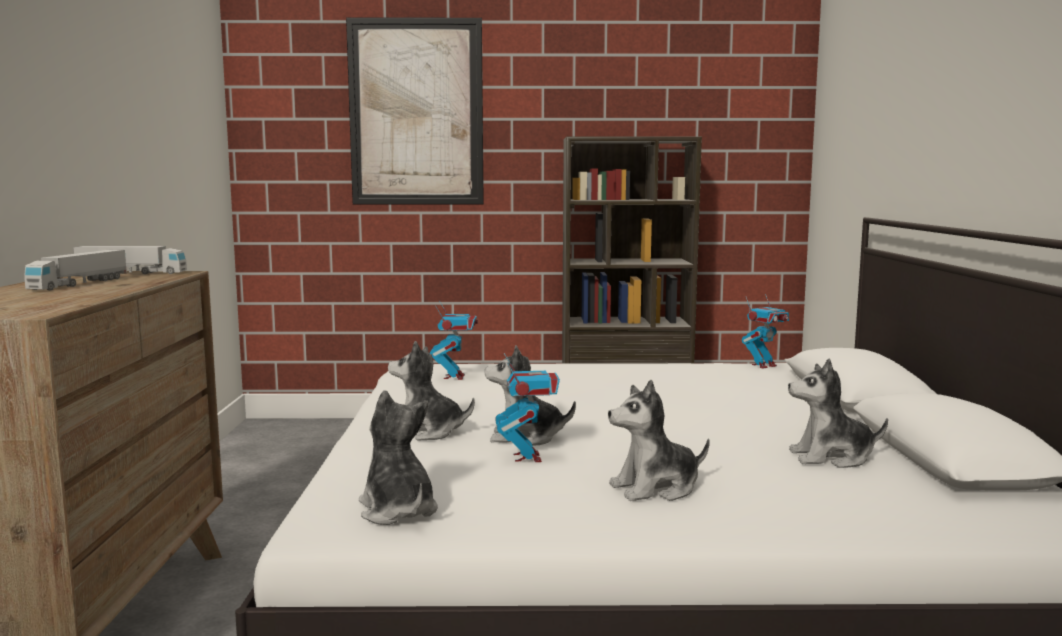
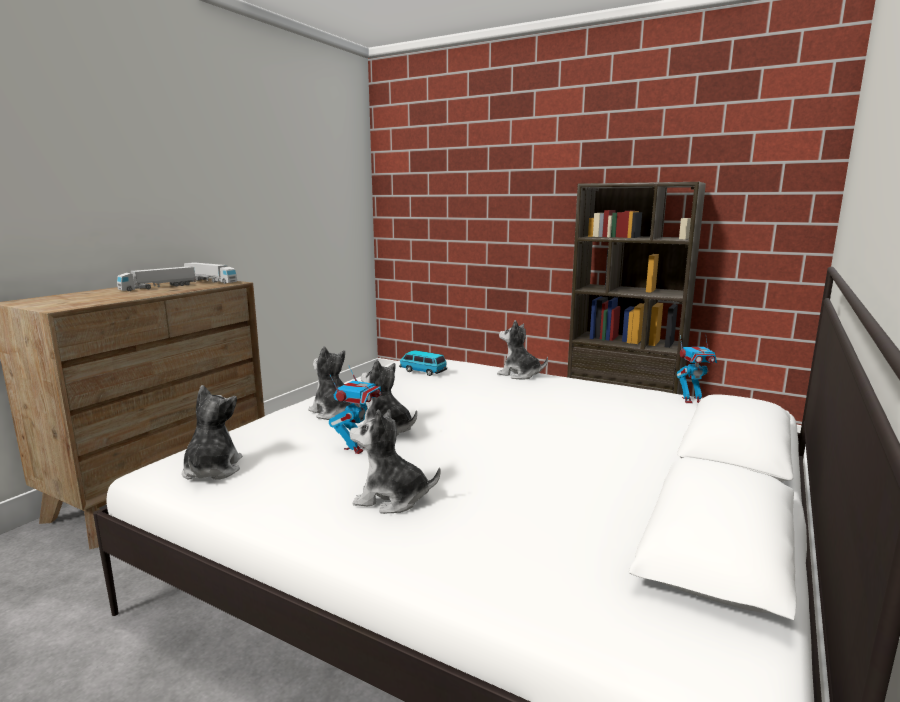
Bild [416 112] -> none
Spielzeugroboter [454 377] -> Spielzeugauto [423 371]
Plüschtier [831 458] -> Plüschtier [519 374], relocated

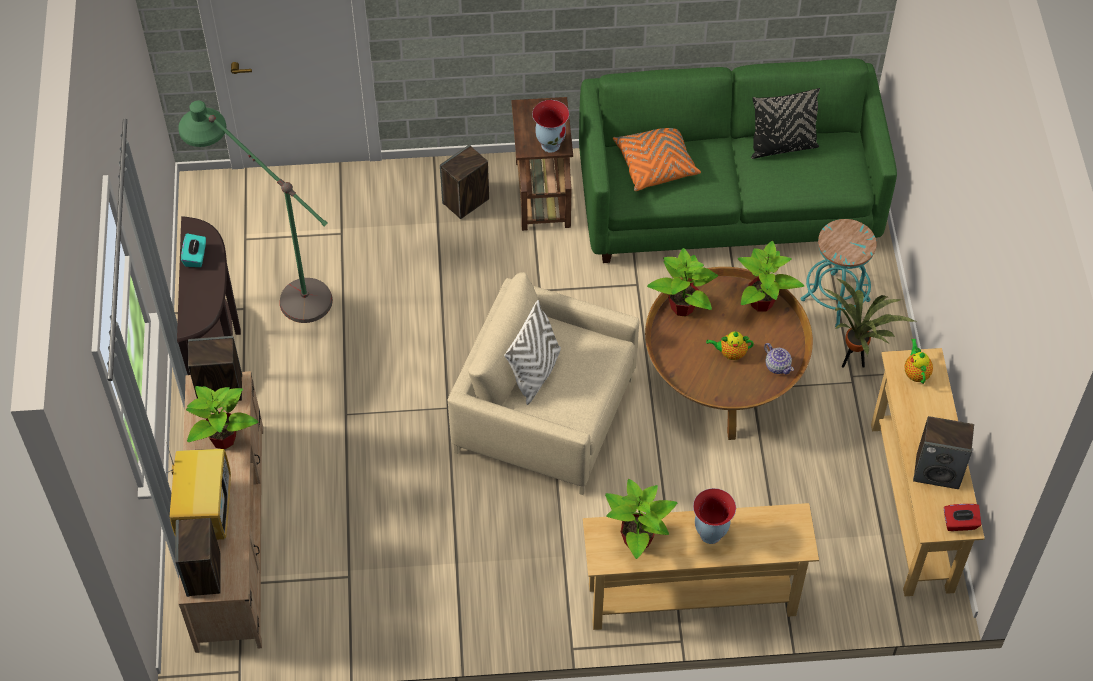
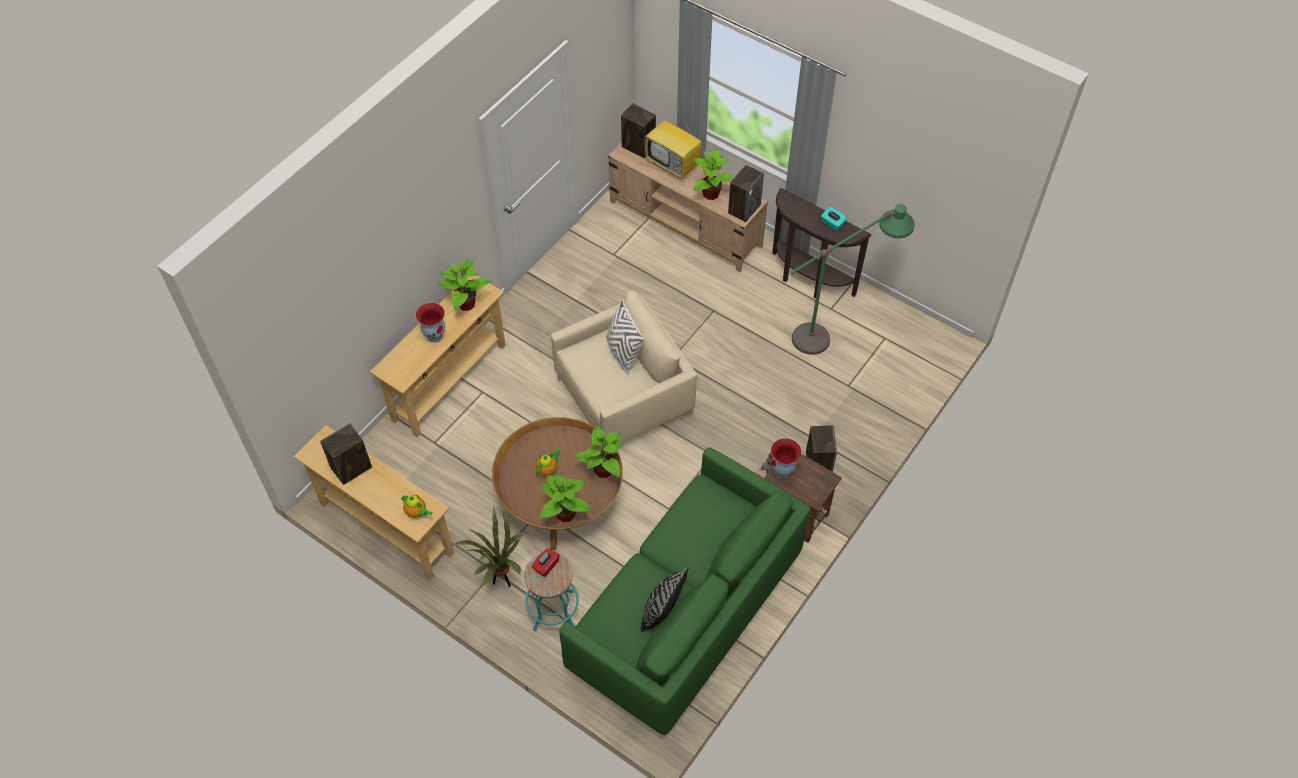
Kissen [orange] [655 164] -> none
Teekanne [777 365] -> none
Taschentuchbox [rot] [960 523] -> Taschentuchbox [rot] [546 566], relocated

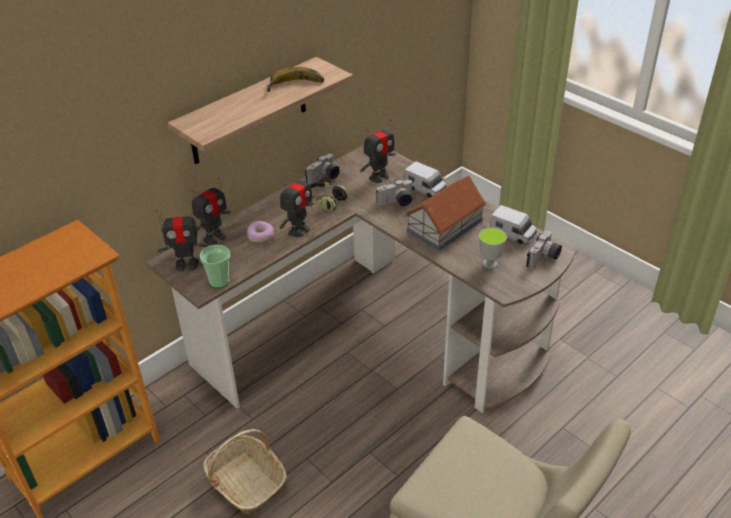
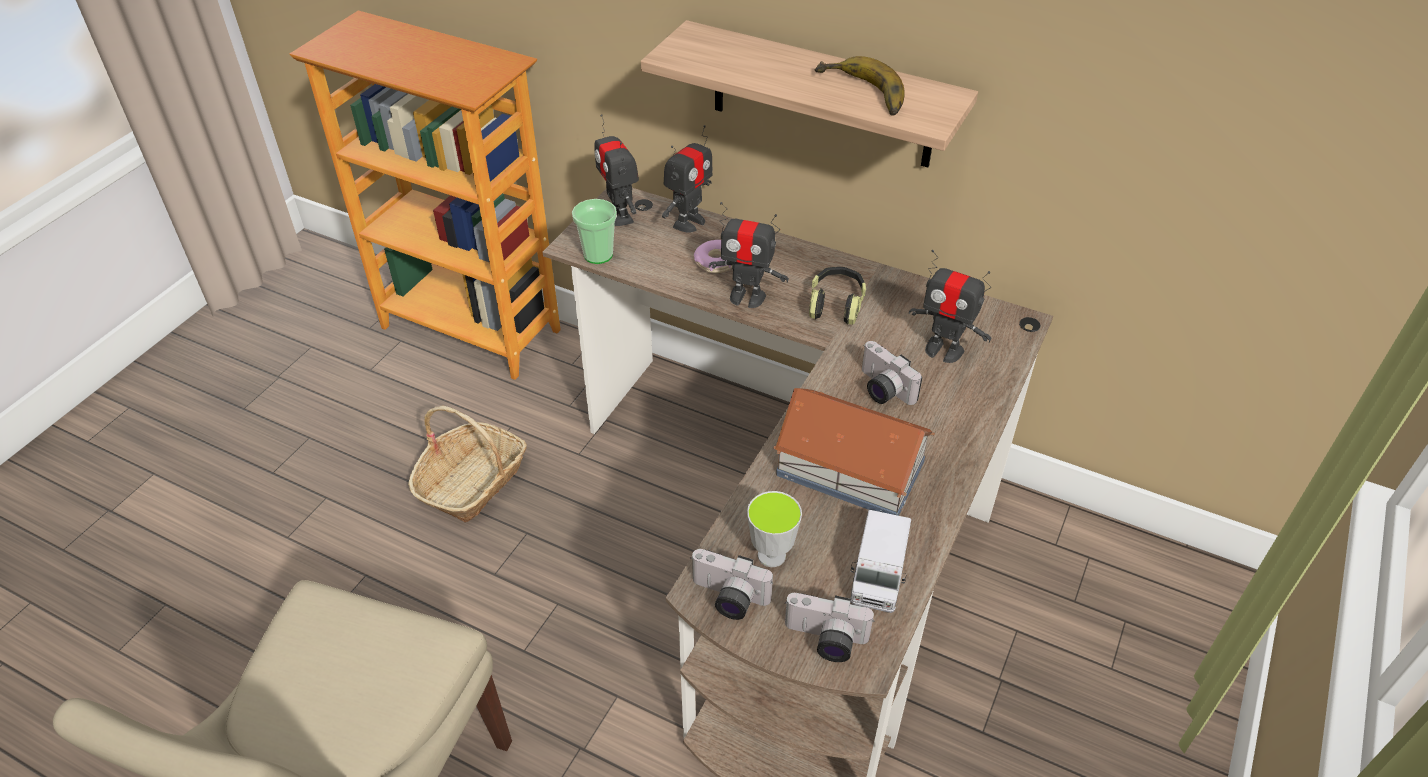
Kamera [324 178] -> Kamera [727 599], relocated
Spielzeuglaster [425 189] -> none
Spielzeugroboter [214 238] -> Spielzeugroboter [689 222], 75 degrees counterclockwise

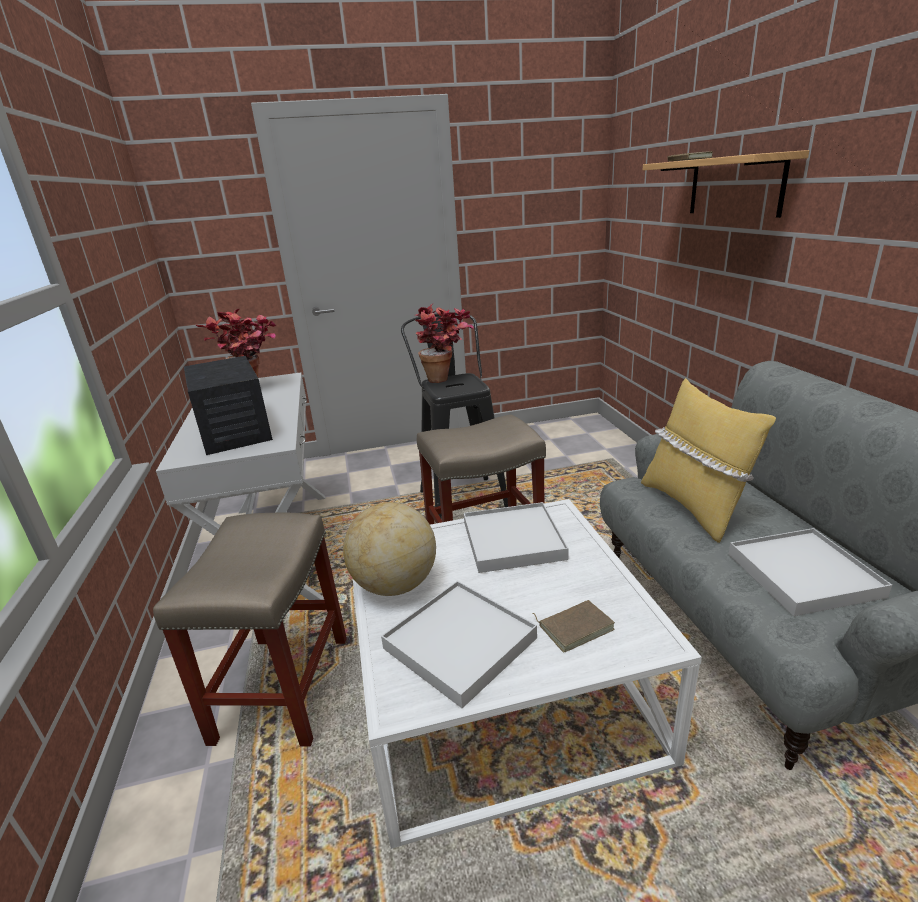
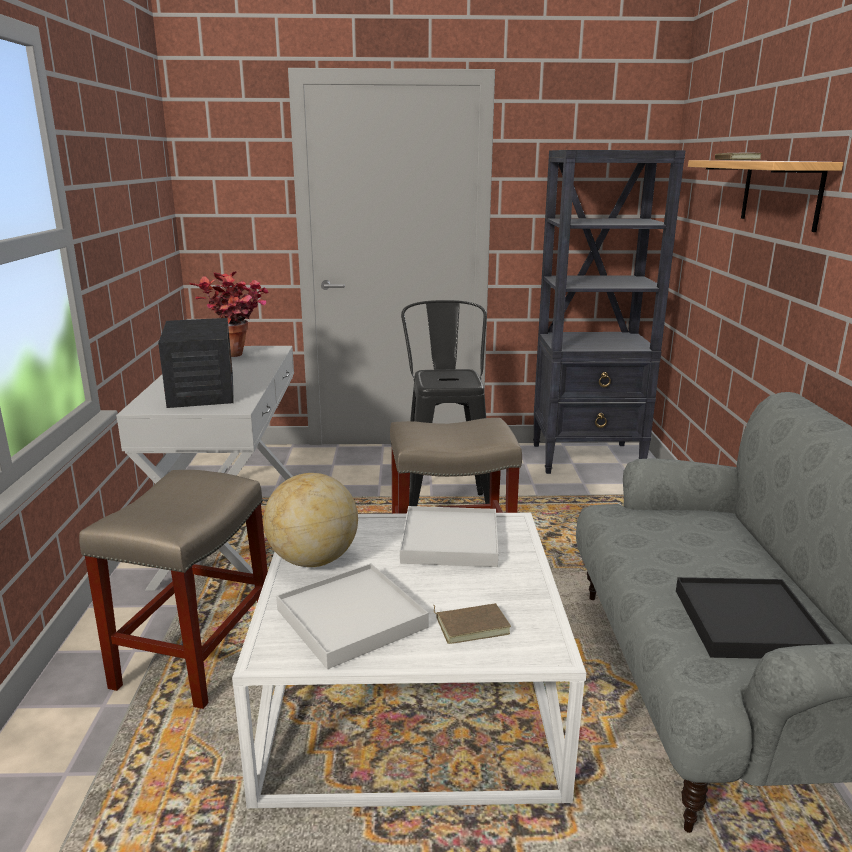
Topfpflanze [446 380] -> none
Kissen [gelb] [693 506] -> none
Tablett [weiß] [802 574] -> Tablett [schwarz] [746 623]
none -> Bücherregal [schwarz] [587 458]

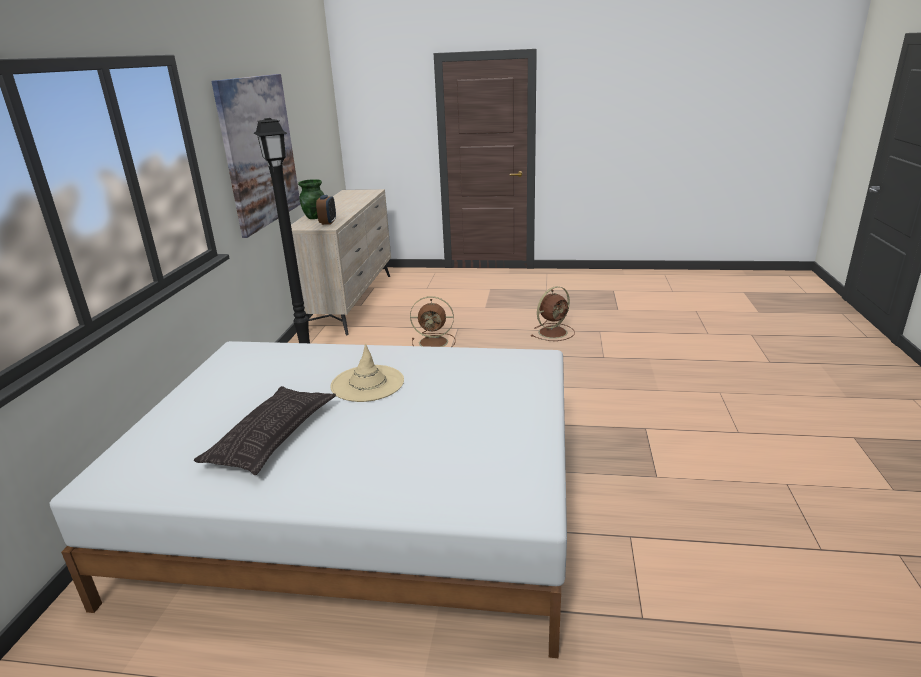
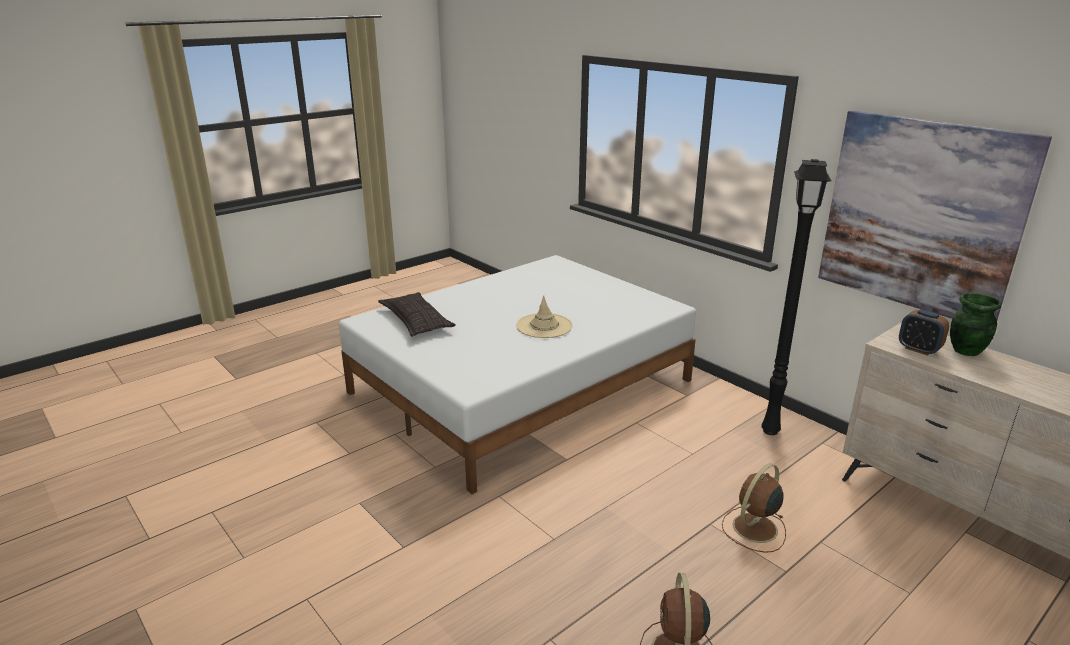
Kissen [272 436] -> Kissen [416 320], relocated

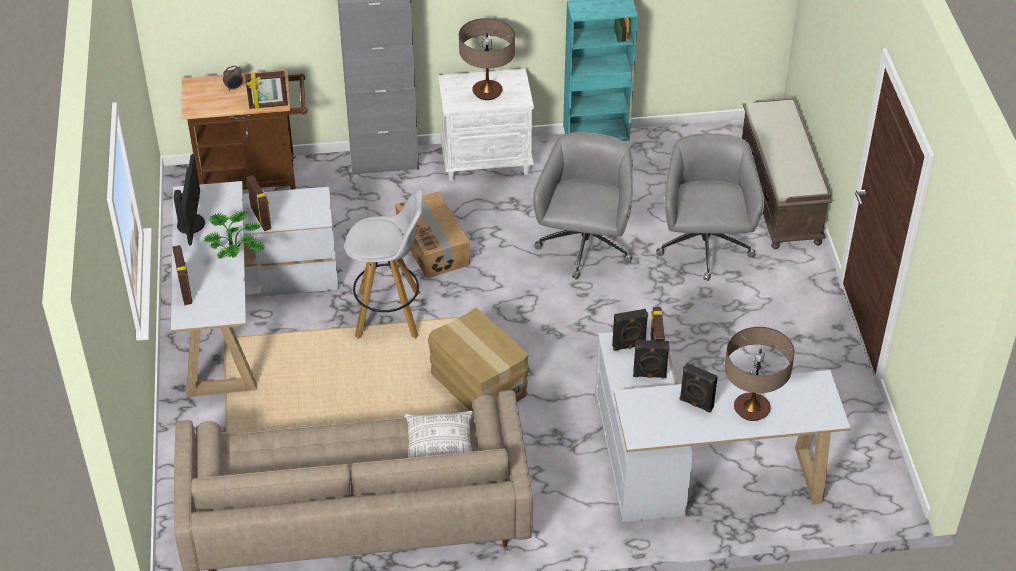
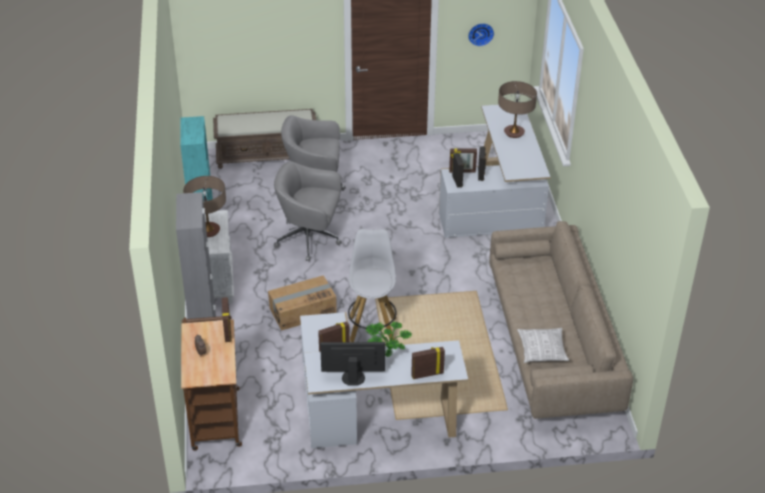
Karton [477 384] -> none
Lautsprecher [schwarz] [696 404] -> none
Kissen [439 445] -> Kissen [542 351], relocated
none -> Wanduhr [480 33]

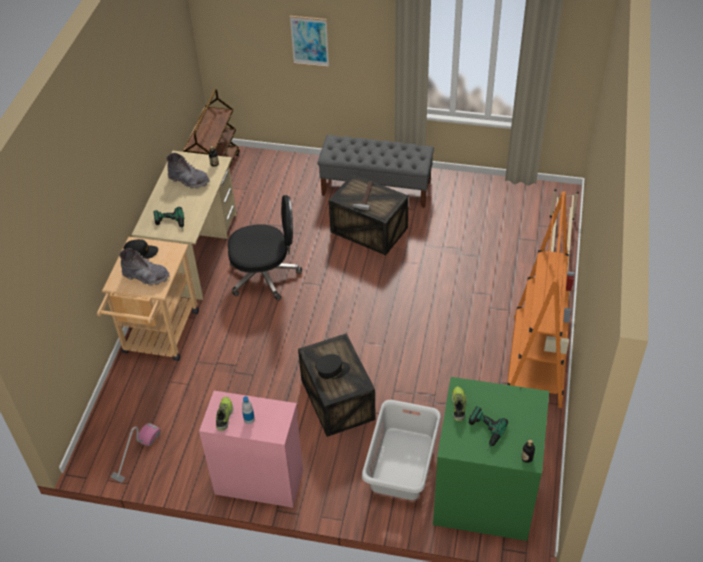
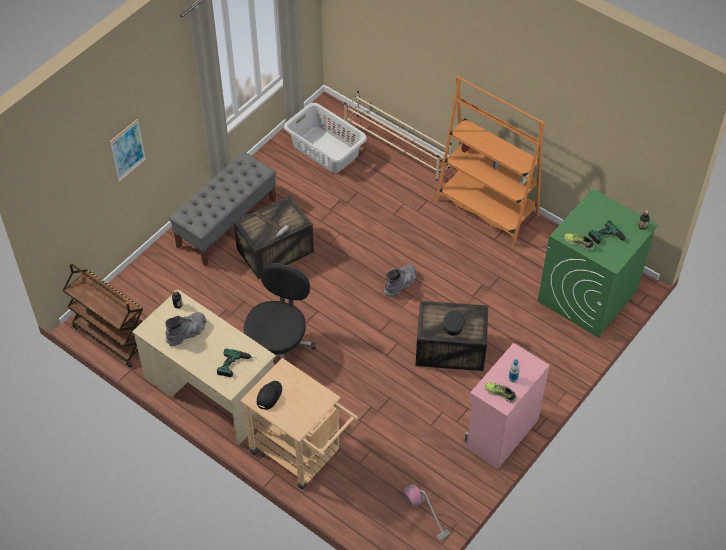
Stiefel [grau] [146 276] -> Stiefel [grau] [400 283], relocated
Wäschekorb [grau] [402 463] -> Wäschekorb [grau] [325 149], relocated

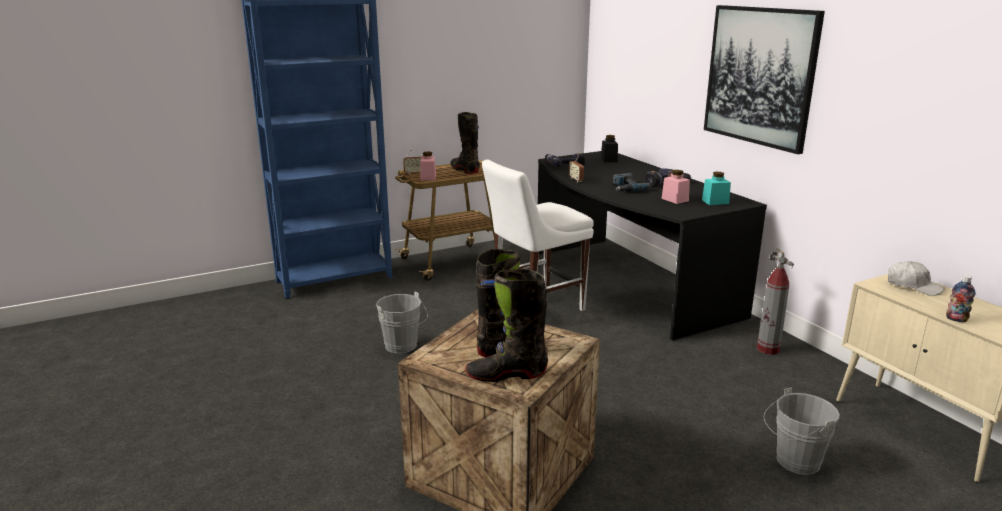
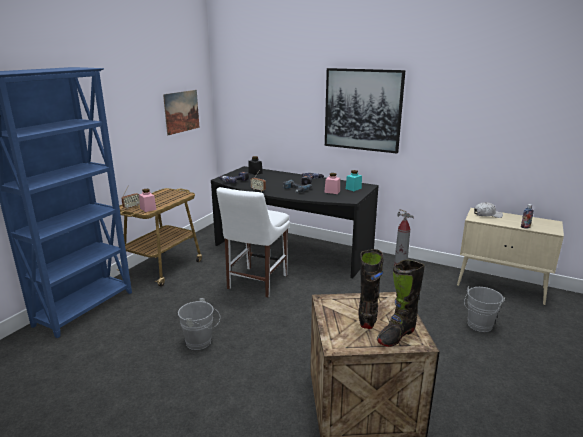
Stiefel [schwarz] [465 170] -> none
none -> Bild [181 111]

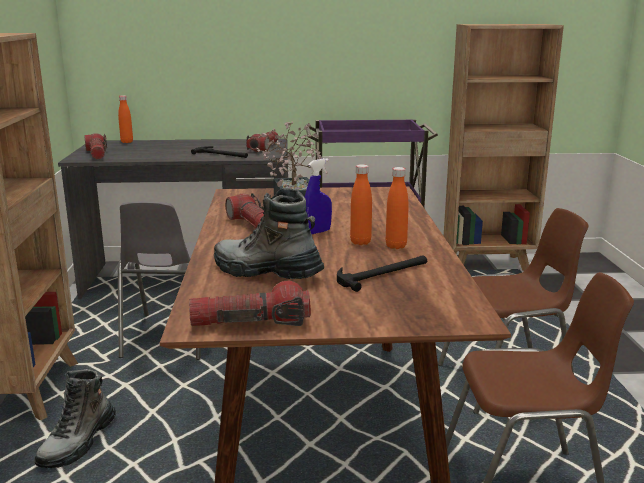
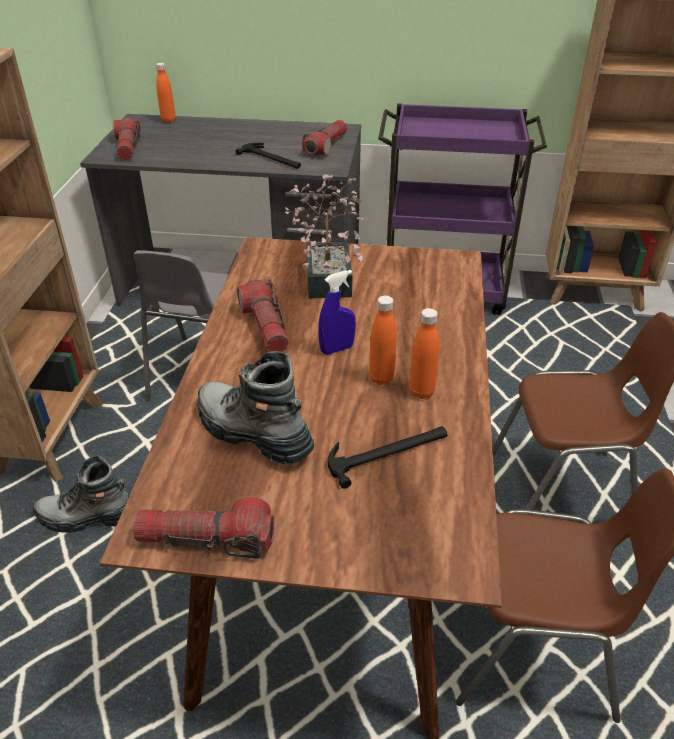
Stiefel [78 442] -> Stiefel [88 517], 60 degrees clockwise

